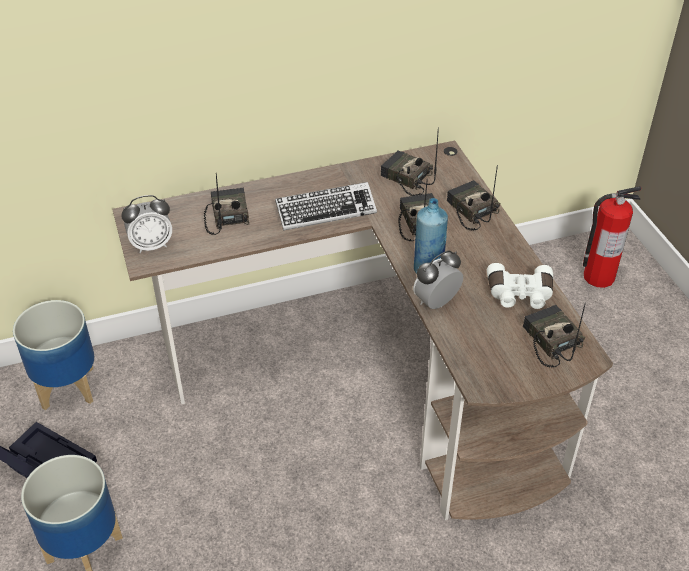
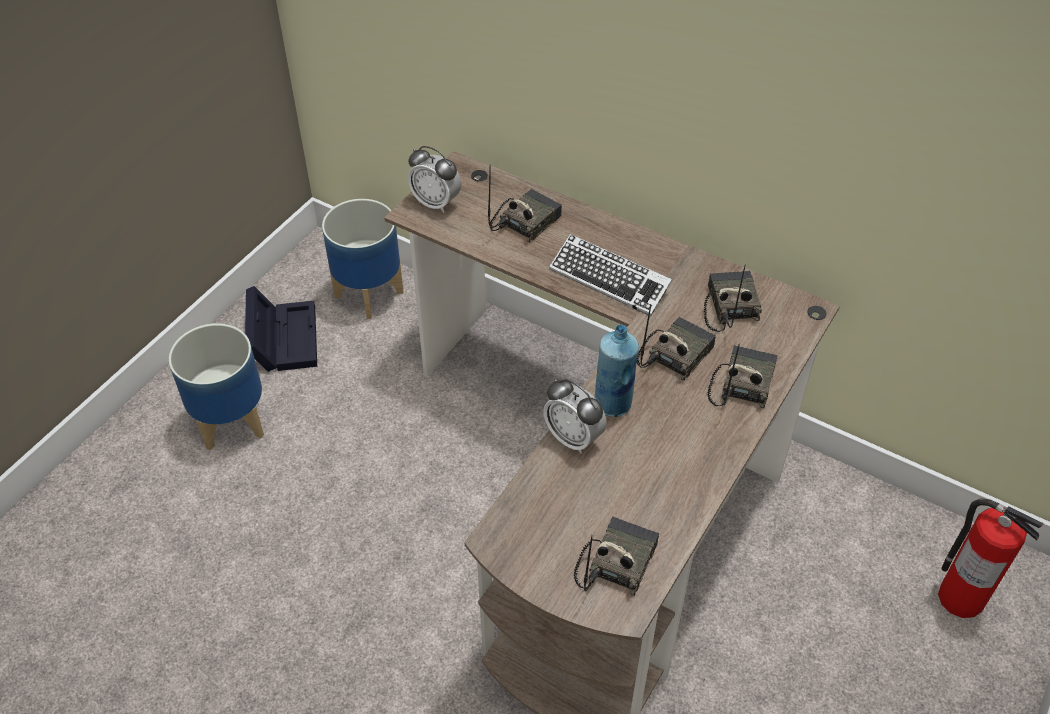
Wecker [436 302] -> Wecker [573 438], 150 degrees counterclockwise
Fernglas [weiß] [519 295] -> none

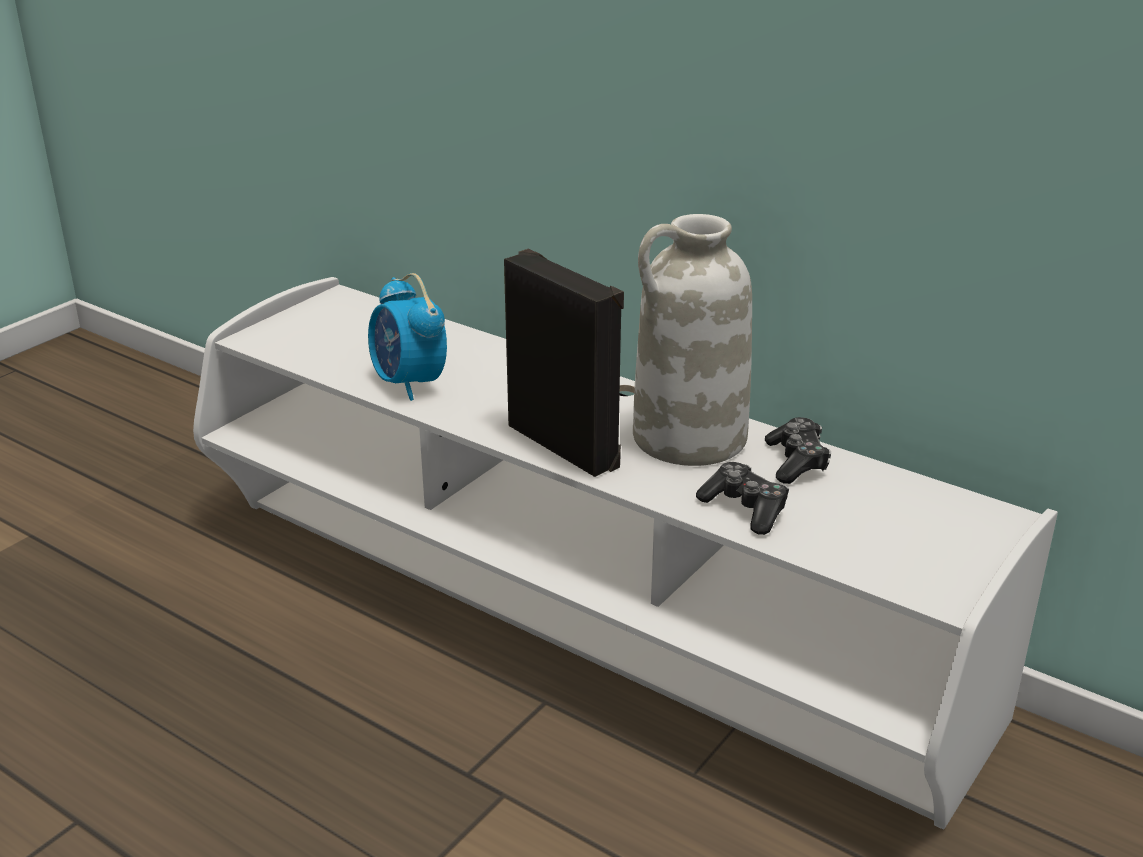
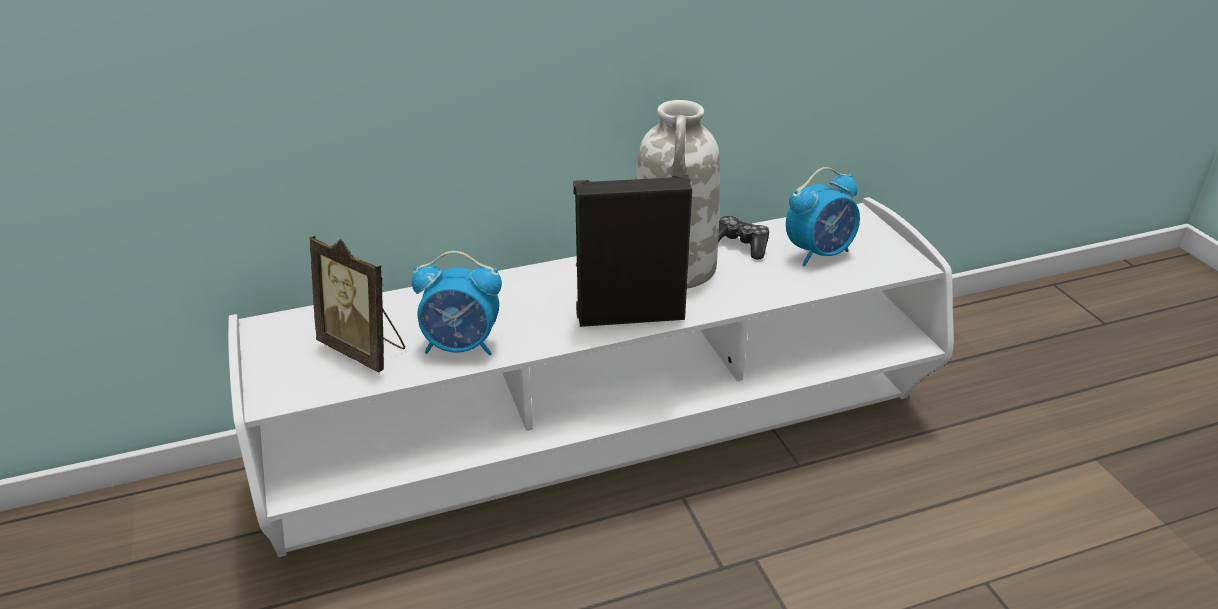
Gamepad [745 509] -> none
none -> Wecker [819 253]
none -> Bilderrahmen [365 349]

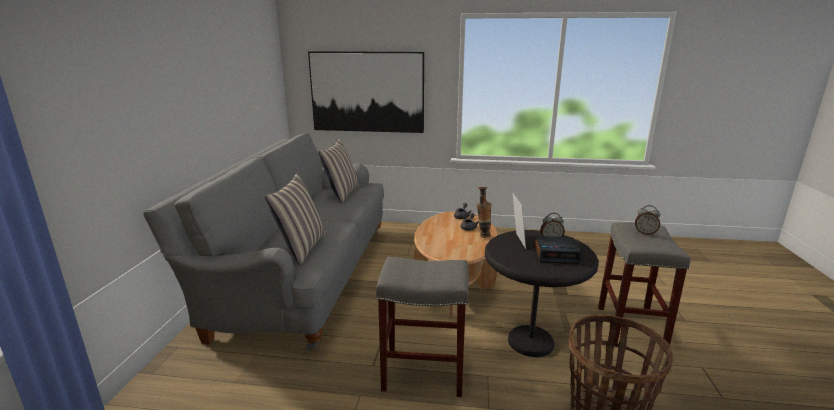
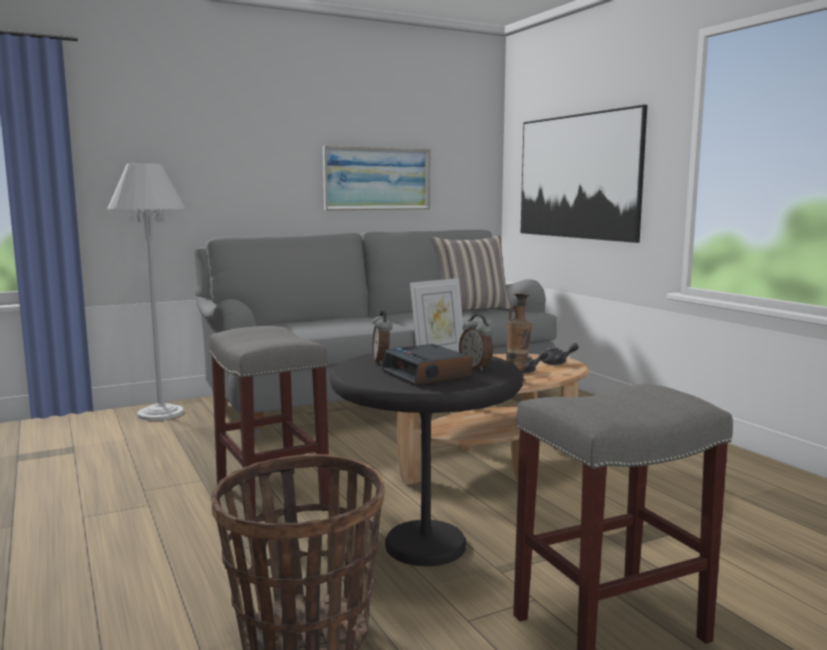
Kissen [301 248] -> none
Wecker [645 233] -> Wecker [382 362], relocated
none -> Bild [377 179]
none -> Stehlampe [weiß] [160 413]

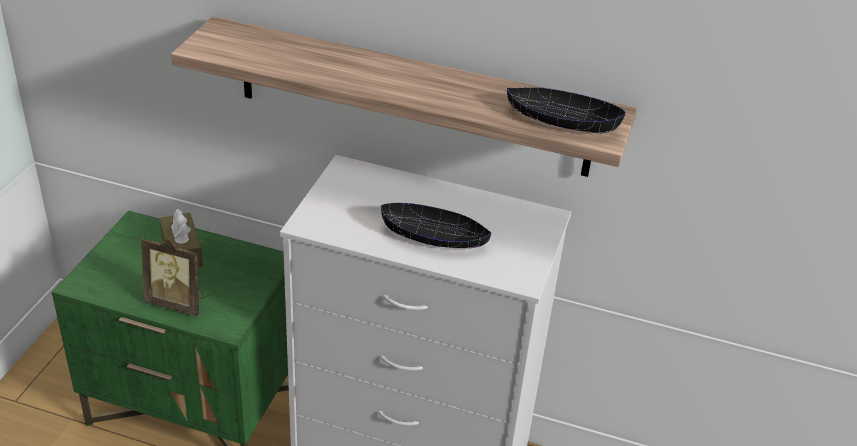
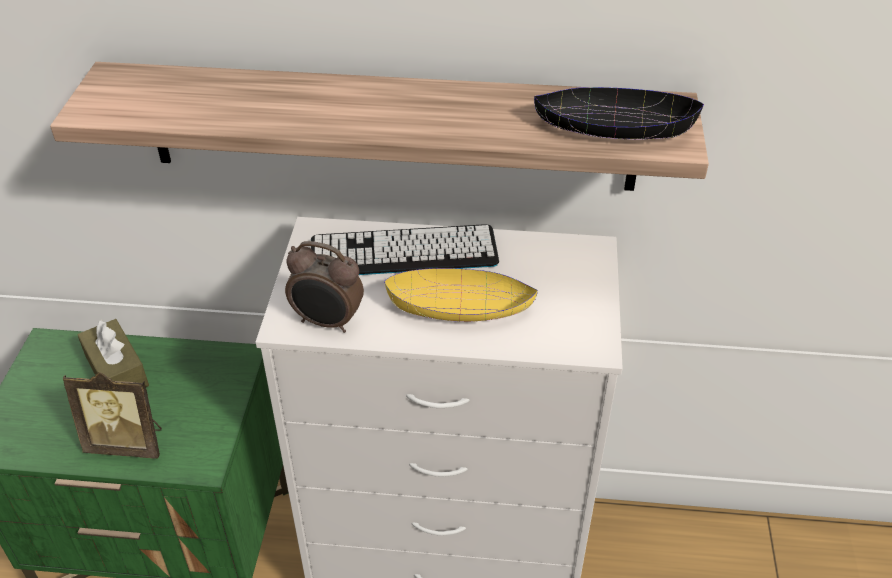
Schüssel [schwarz] [434 237] -> Schüssel [gelb] [460 309]
none -> Tastatur [404 252]
none -> Wecker [327 322]

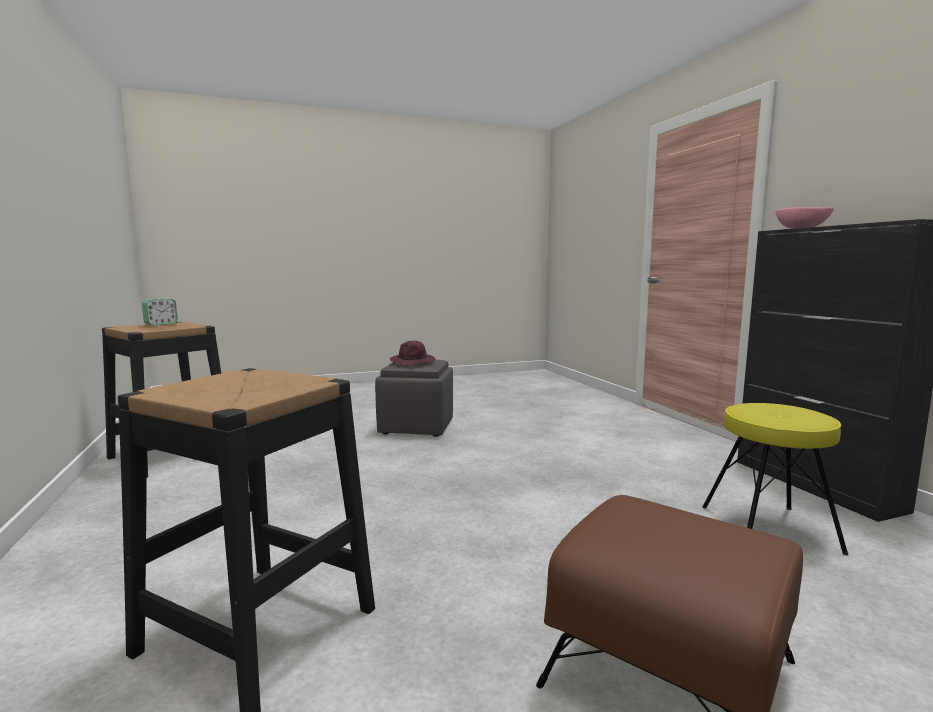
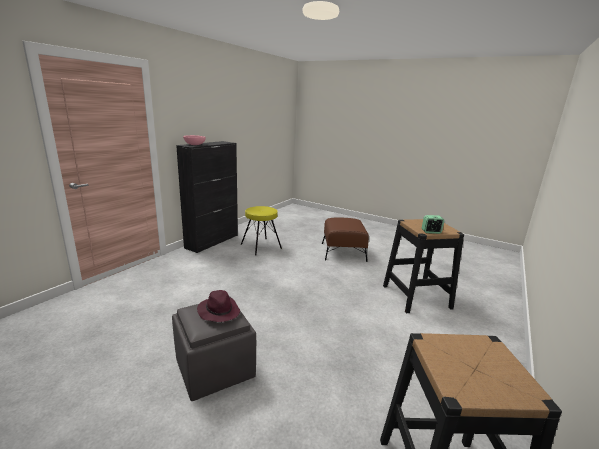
Wecker [161 324] -> Wecker [431 232], relocated

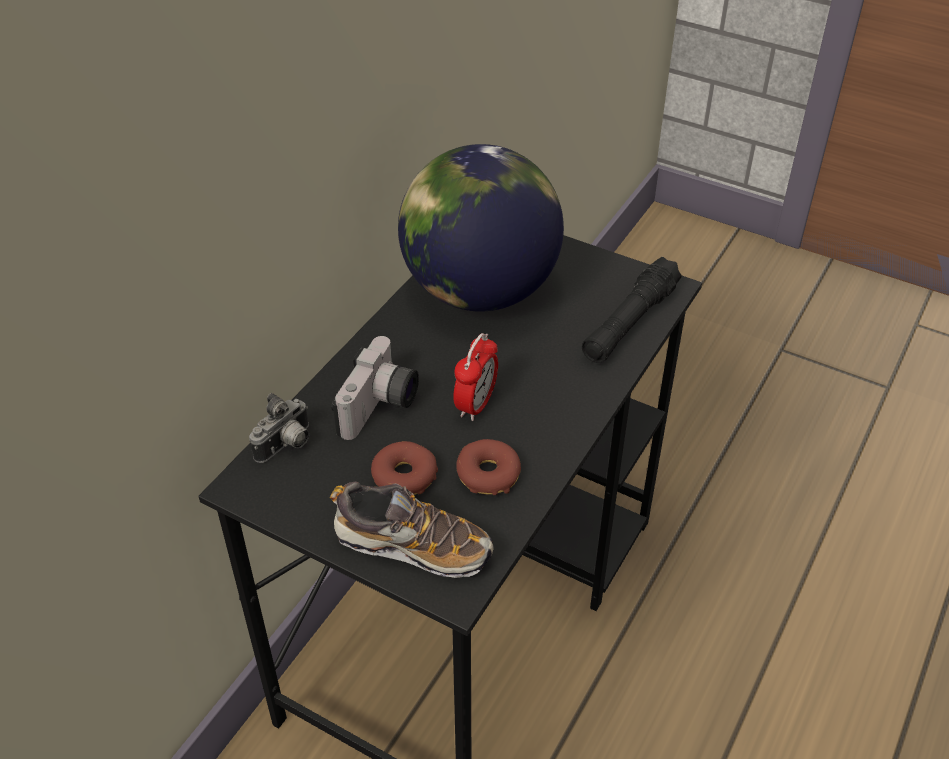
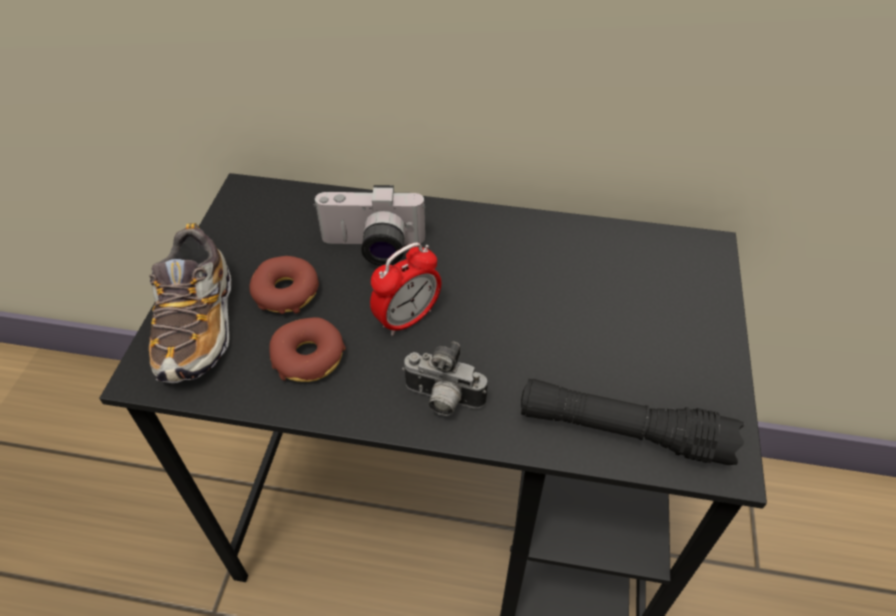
Globus [479 291] -> none
Wecker [476 404] -> Wecker [407 319], 45 degrees counterclockwise
Kamera [287 446] -> Kamera [442 400], relocated

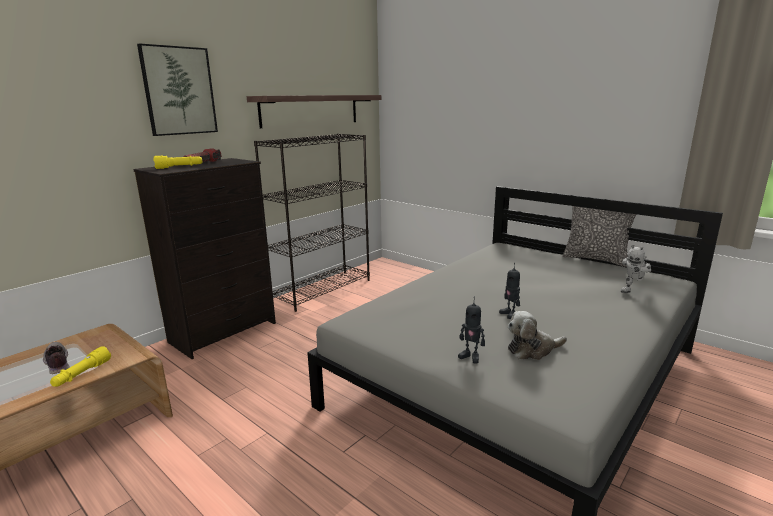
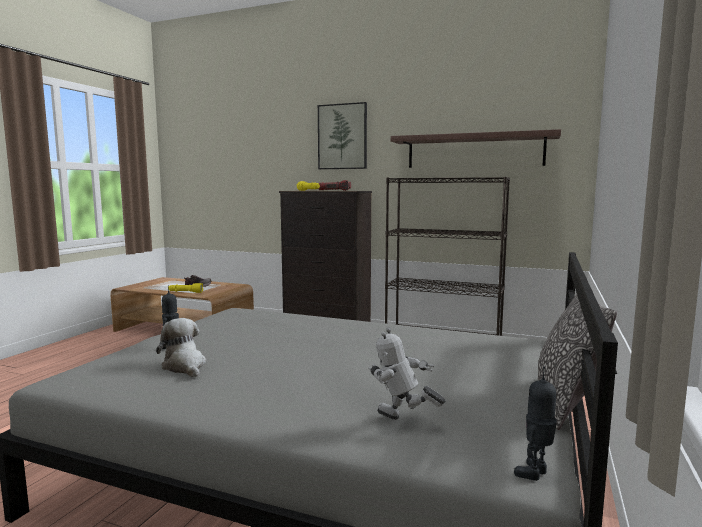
Spielzeugroboter [509 314] -> Spielzeugroboter [535 473], relocated

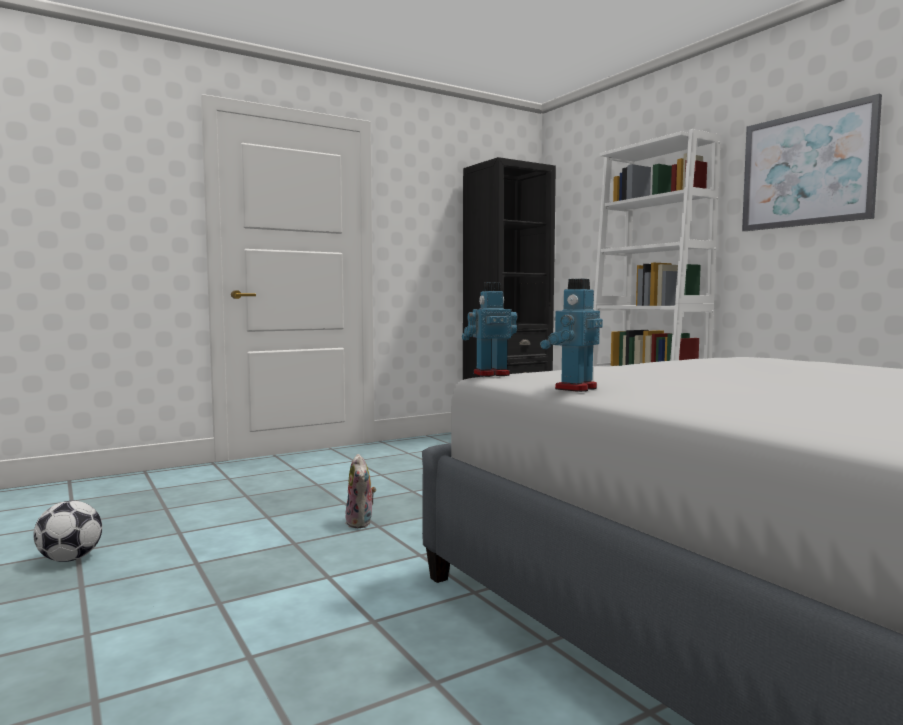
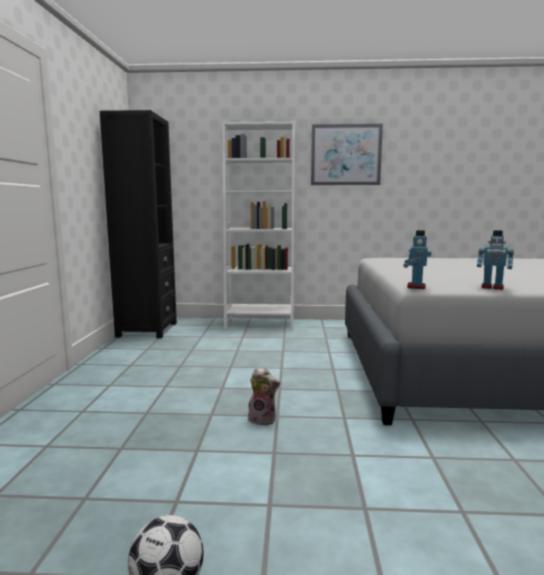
Spielzeugroboter [574 388] -> Spielzeugroboter [492 287], 45 degrees counterclockwise

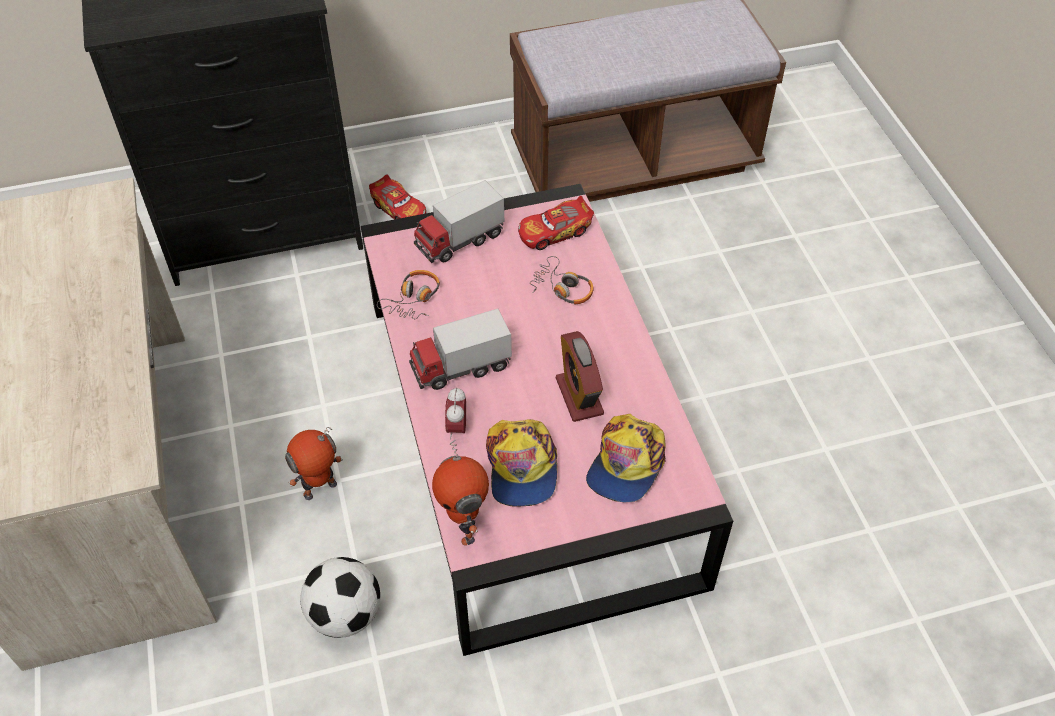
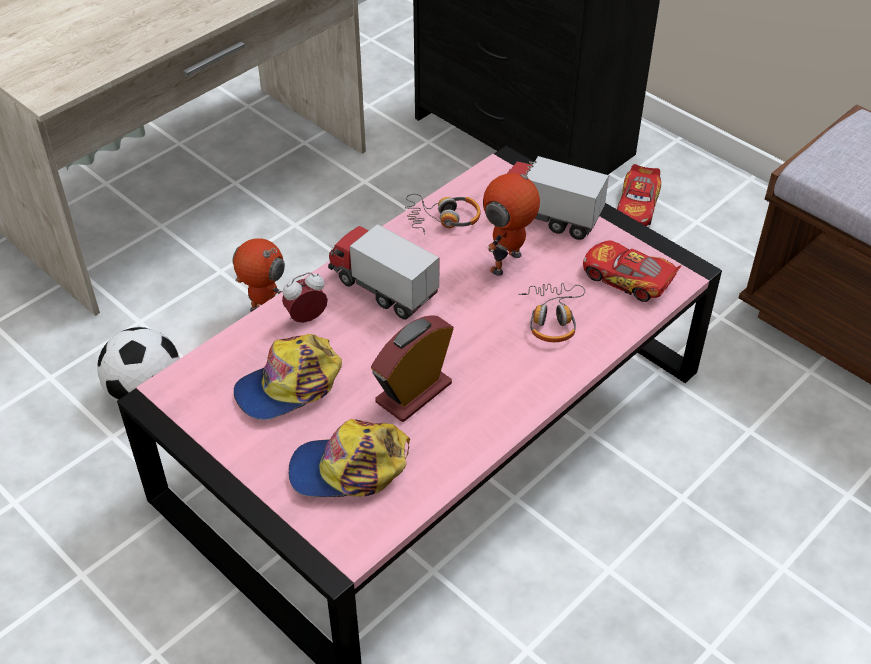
Spielzeugroboter [464 527] -> Spielzeugroboter [508 264], relocated

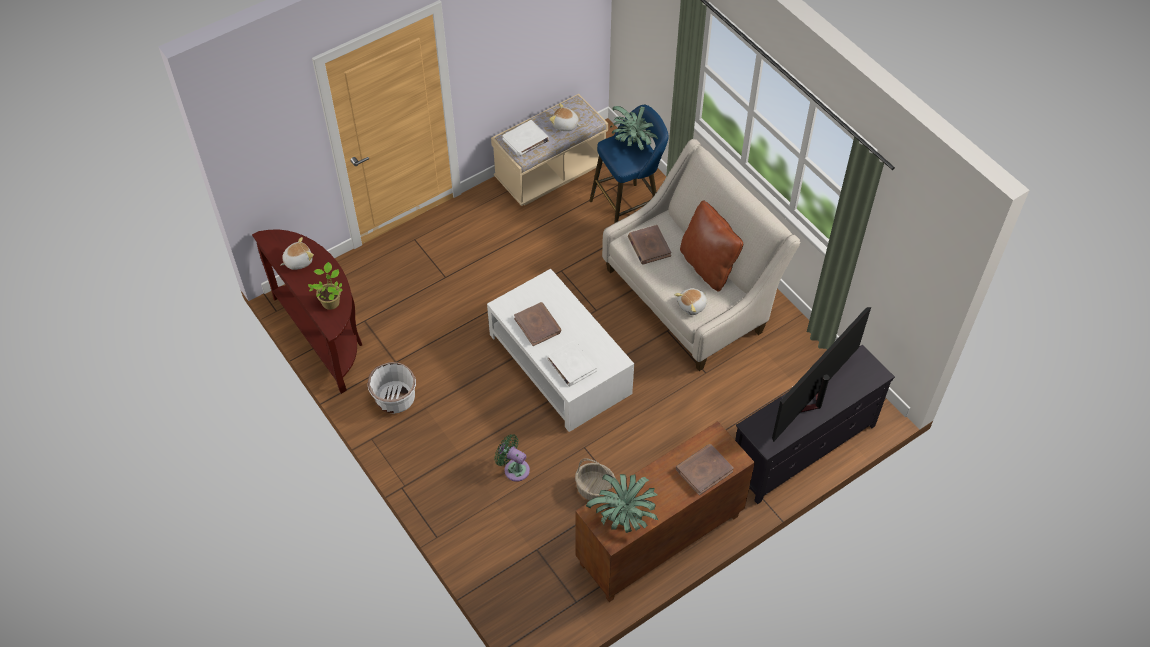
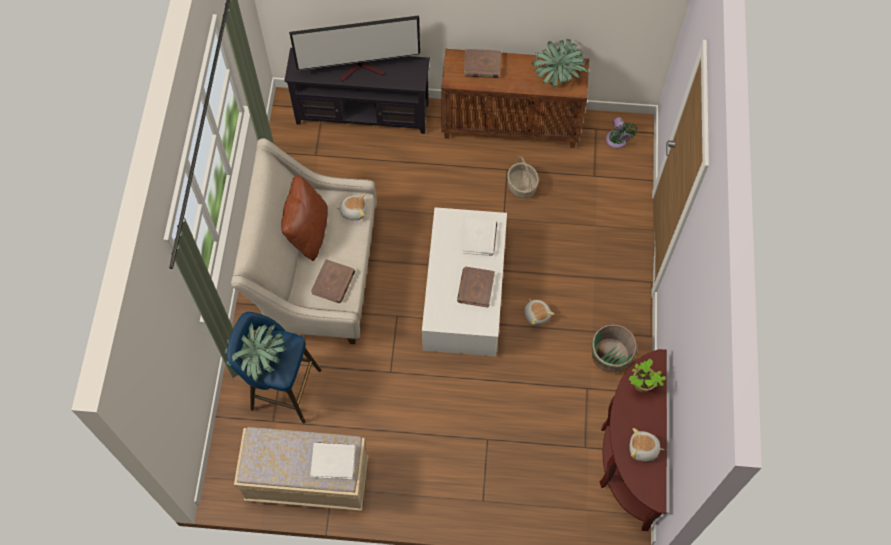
Plüschtier [565 125] -> Plüschtier [537 314], relocated
Pflanzkübel [weiß] [395 398] -> Pflanzkübel [grün] [610 356]
Ventilator [grün] [514 468] -> Ventilator [grün] [617 141], relocated

